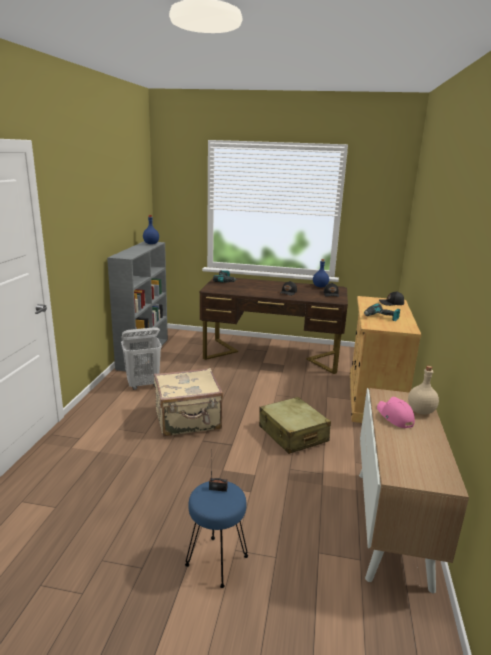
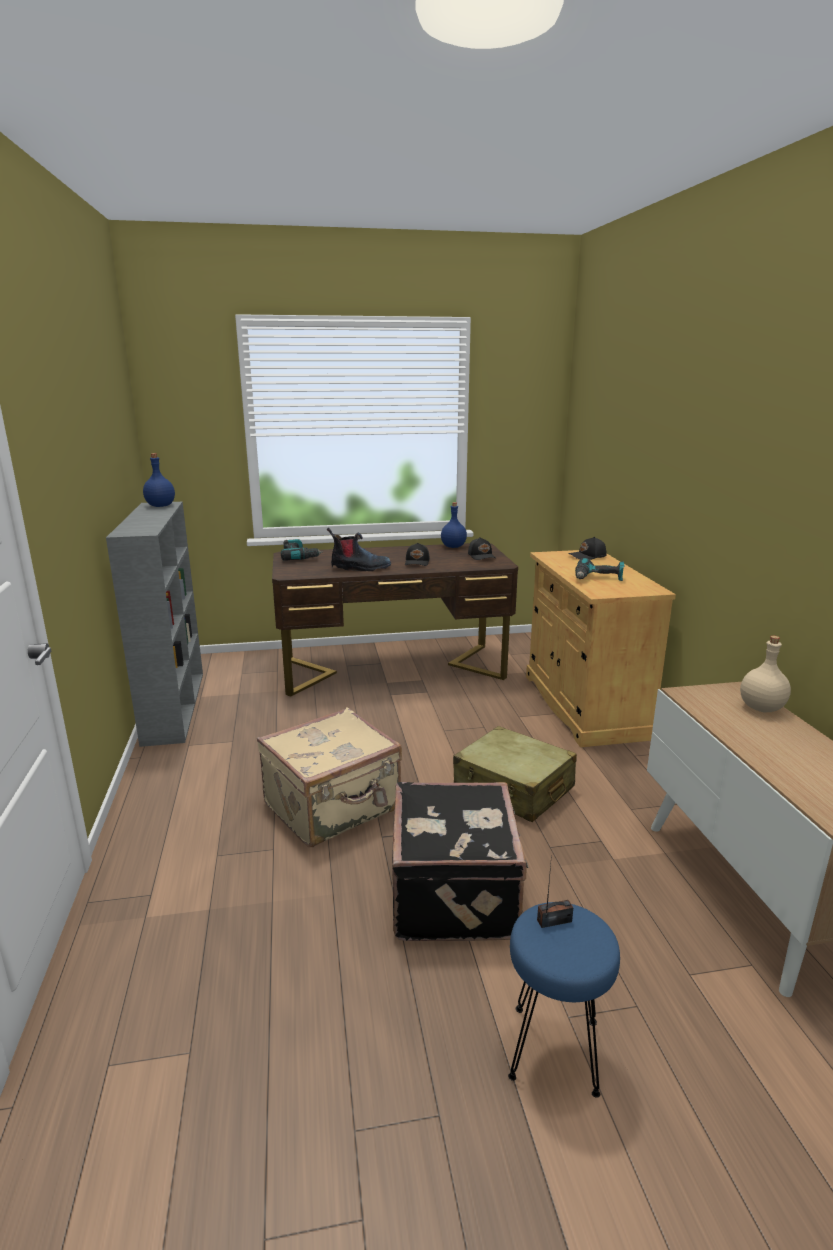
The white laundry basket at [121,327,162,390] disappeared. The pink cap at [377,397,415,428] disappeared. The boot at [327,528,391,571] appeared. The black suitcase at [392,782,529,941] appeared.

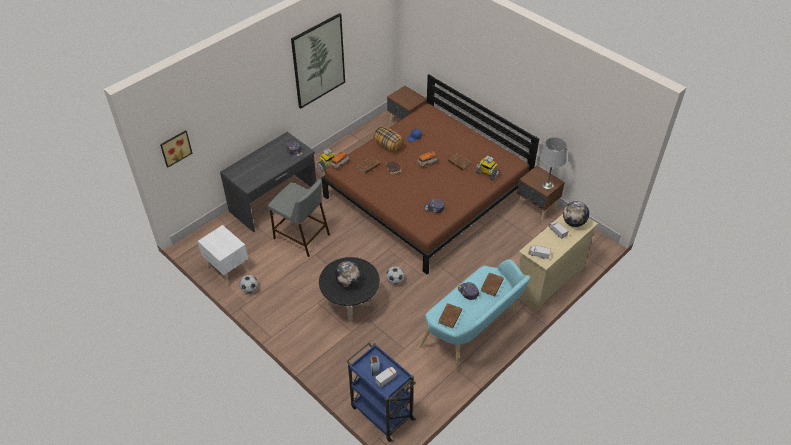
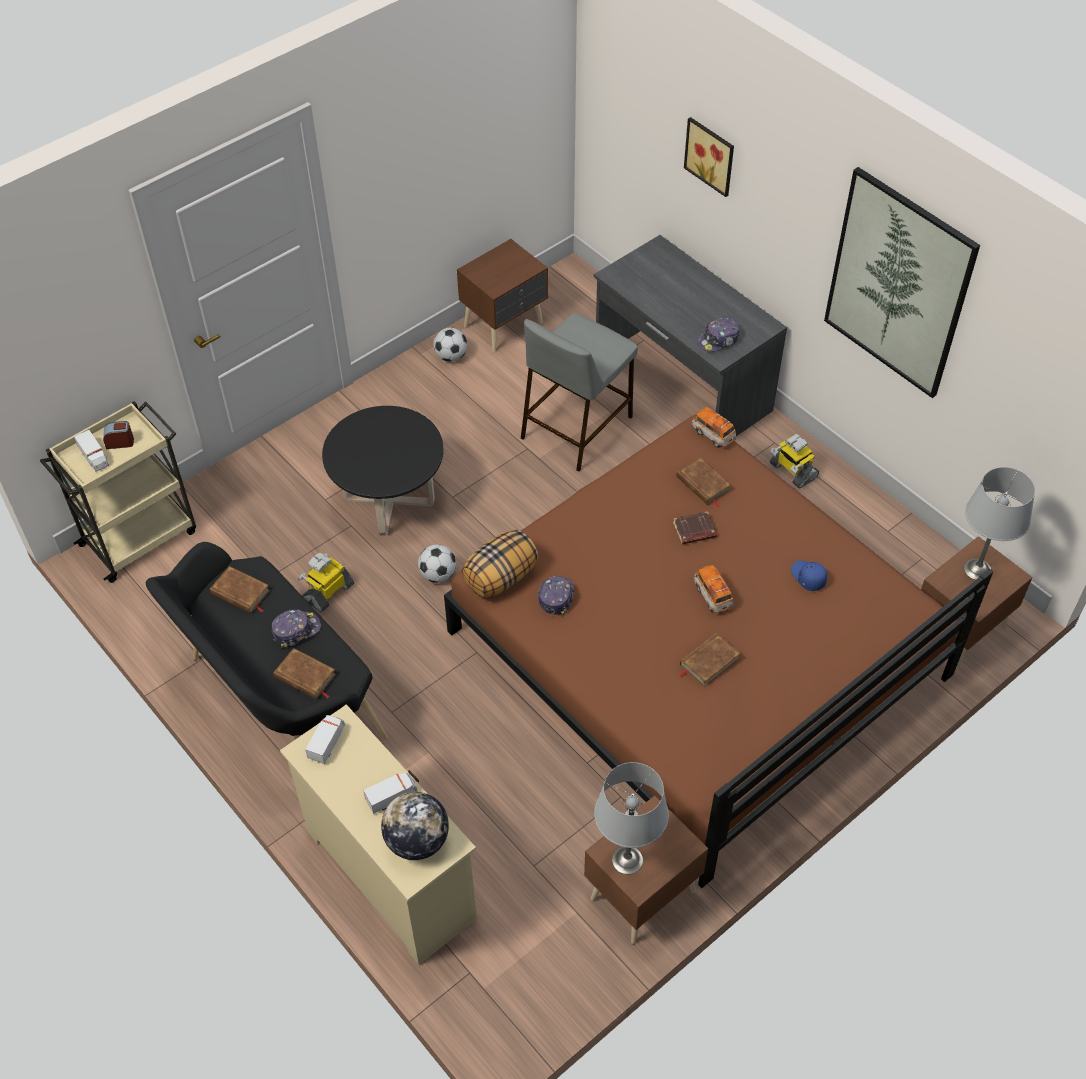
The pillow moved from [373,126,404,152] to [462,530,539,598]. The picture moved from [160,130,193,168] to [684,117,734,197]. The toy robot moved from [476,155,500,181] to [297,552,354,612]. The white nightstand at [198,225,248,286] became the brown nightstand at [457,239,548,352]. The turquoise bench at [420,259,531,371] became the black bench at [146,542,388,740]. The globe at [335,261,361,287] disappeared. The blue cart at [346,343,416,442] became the beige cart at [40,401,196,583]. The grey table lamp at [964,467,1035,580] appeared.

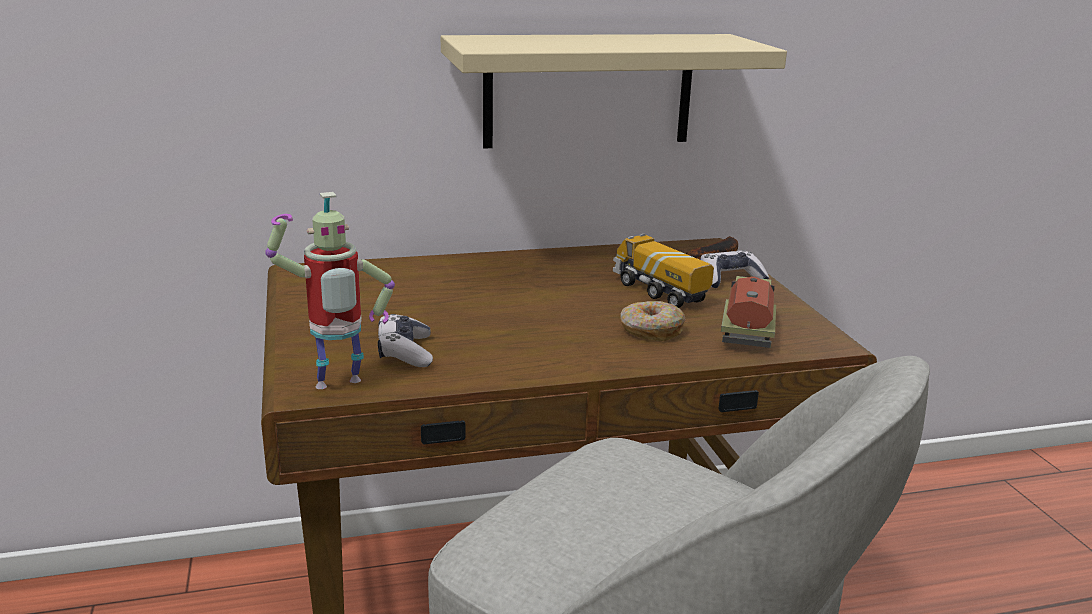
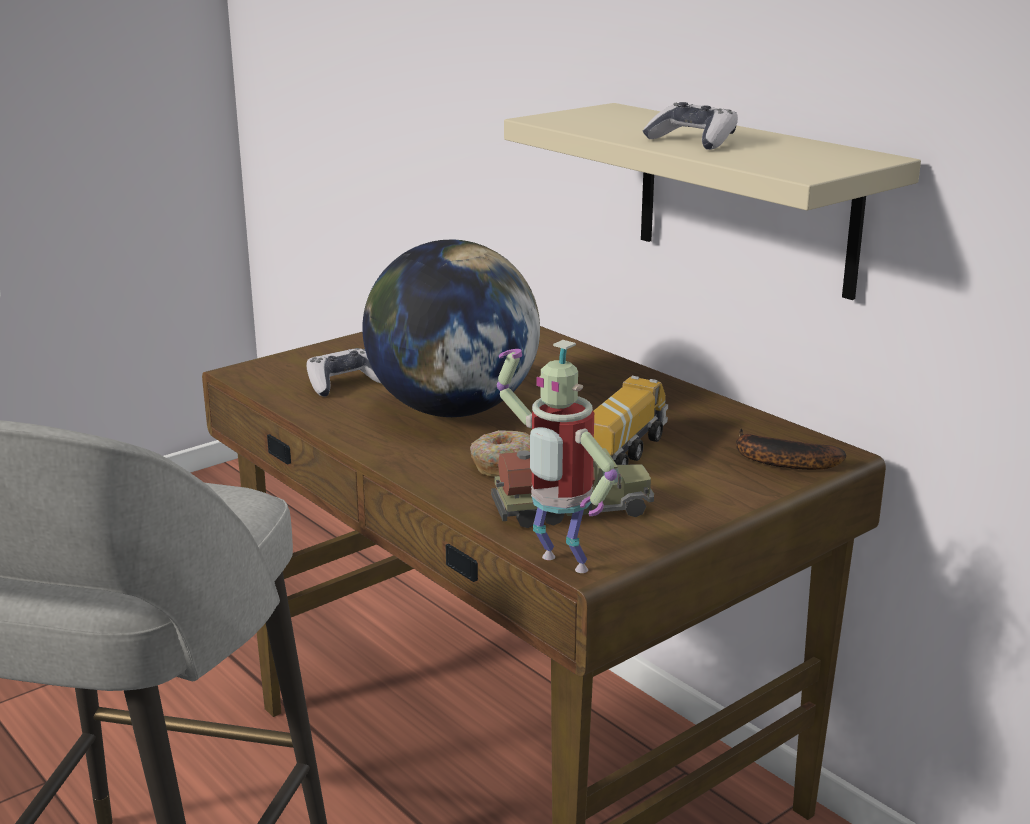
The toy robot moved from [265,192,395,389] to [497,340,617,573]. The game controller moved from [700,250,769,288] to [643,102,738,150]. The globe at [362,239,540,417] appeared.

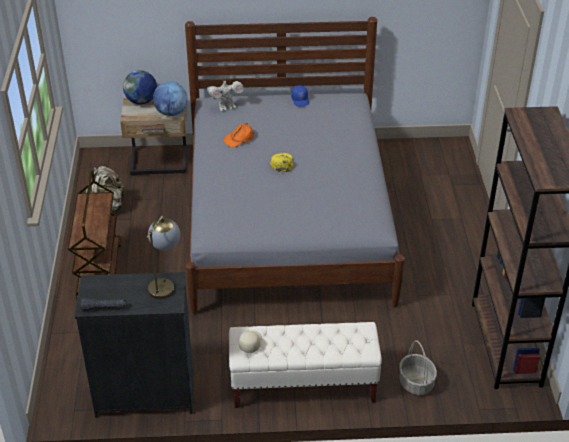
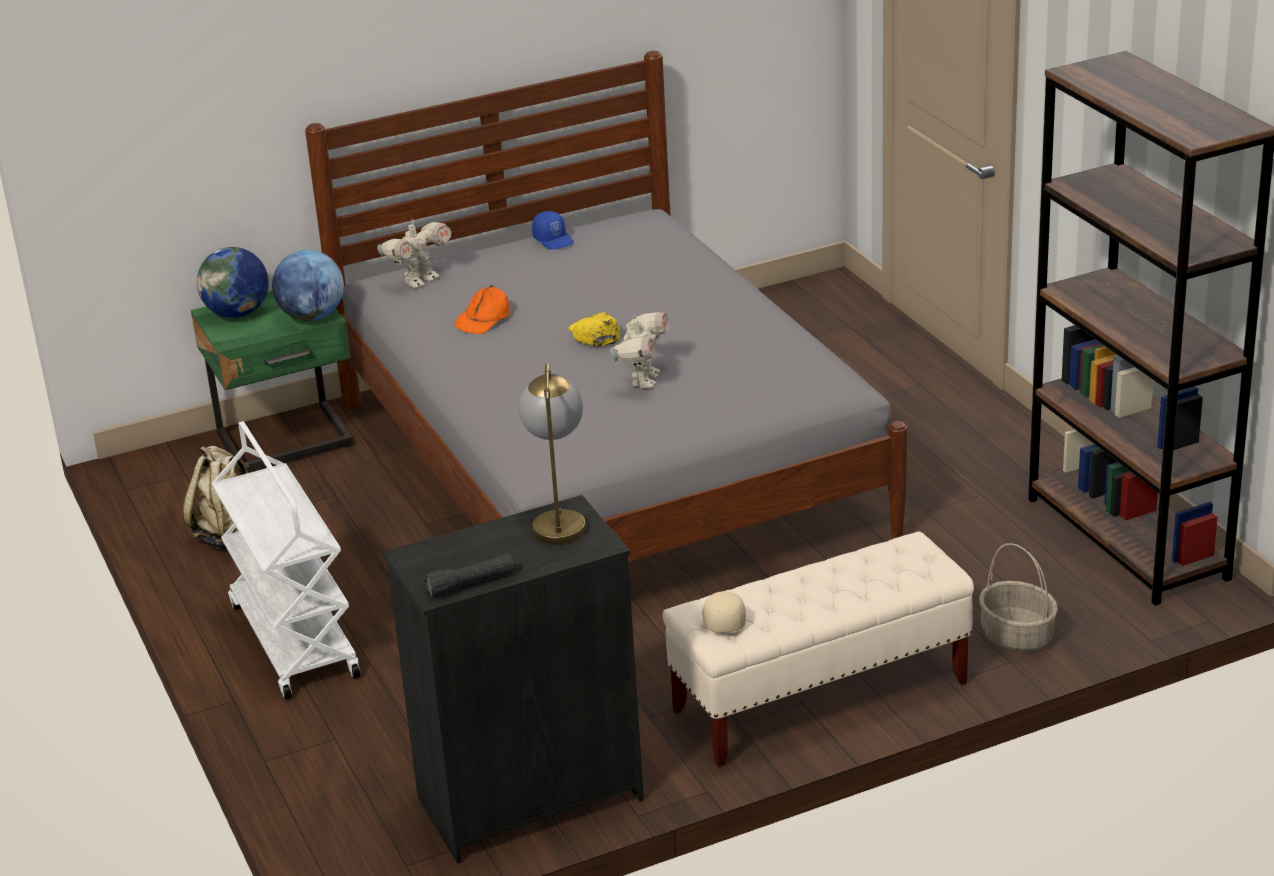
The beige nightstand at [120,94,187,175] became the green nightstand at [191,291,353,472]. The brown cart at [68,170,121,299] became the white cart at [212,421,360,700]. The toy robot at [609,312,670,388] appeared.

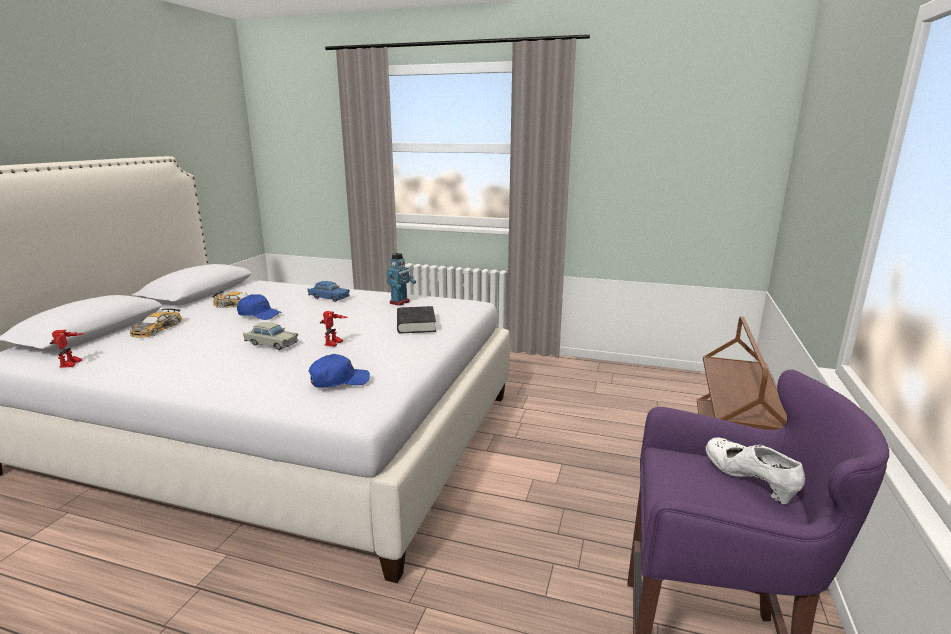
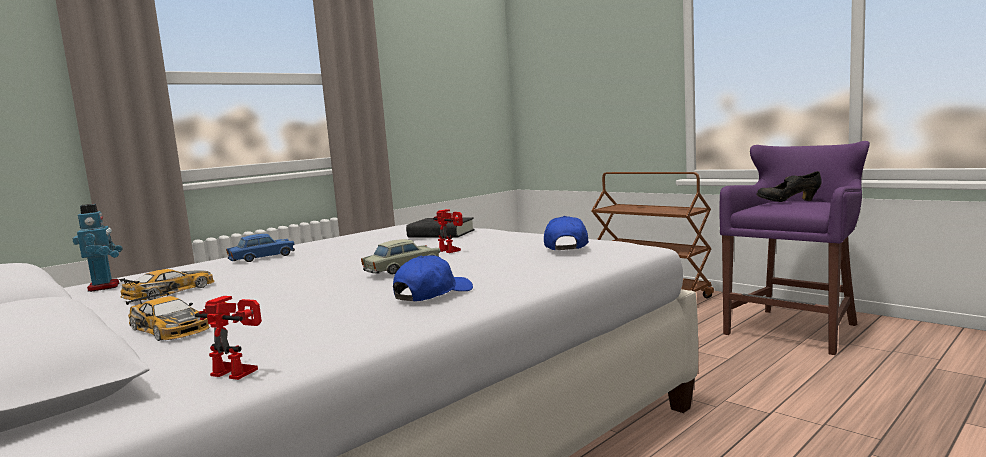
The toy robot moved from [387,253,416,306] to [73,204,123,292]. The blue cap moved from [237,294,282,320] to [393,255,473,301]. The white shoe at [706,438,805,504] became the black shoe at [757,171,822,202].

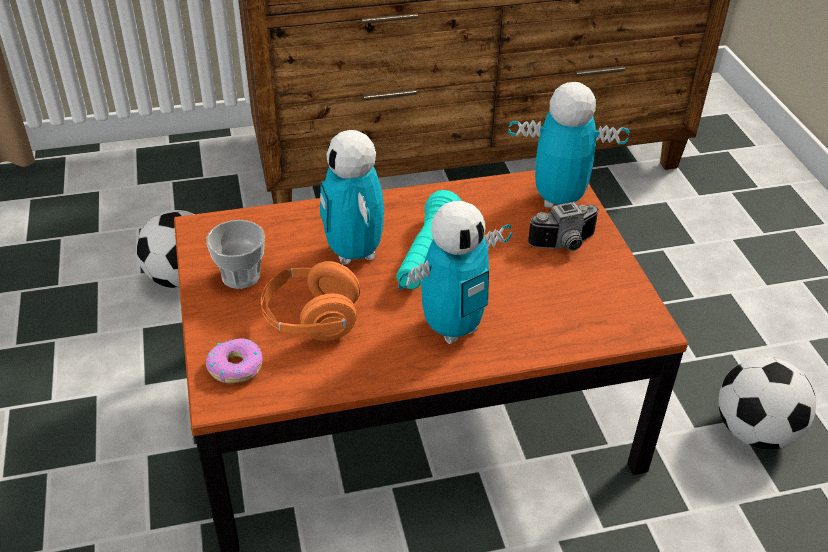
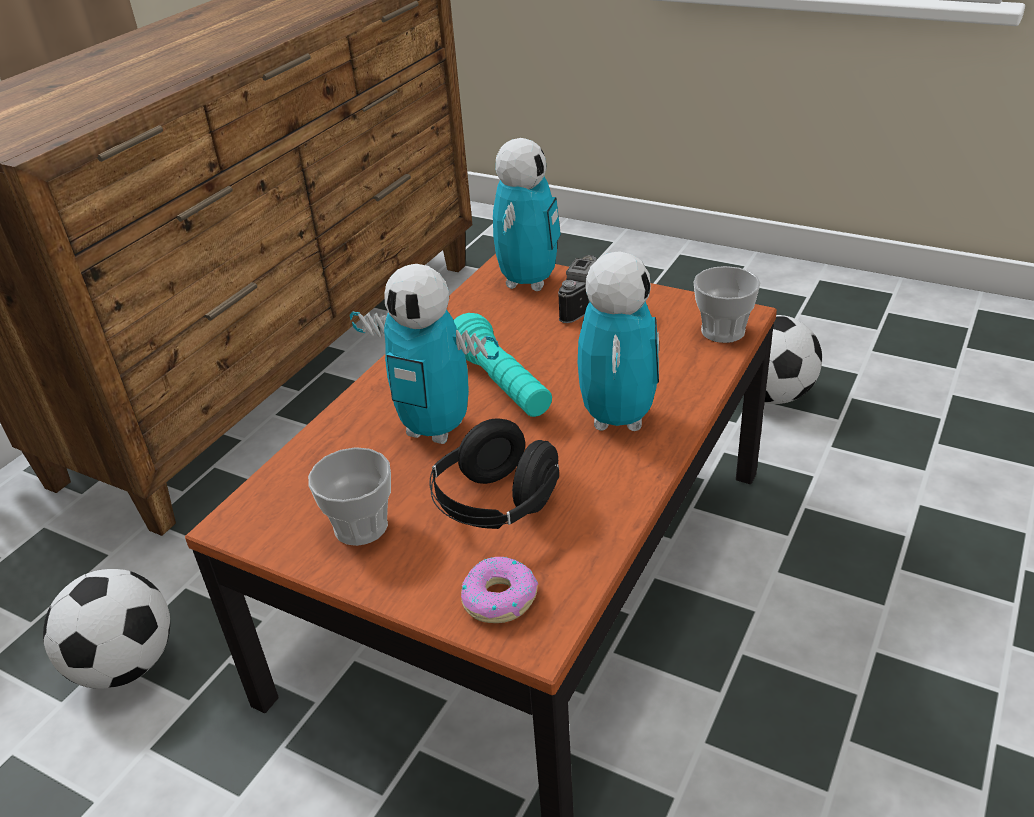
The toy robot at [508,82,630,208] turned 150 degrees clockwise. The orange headphones at [261,261,360,341] became the black headphones at [429,418,559,529]. The cup at [693,266,761,343] appeared.

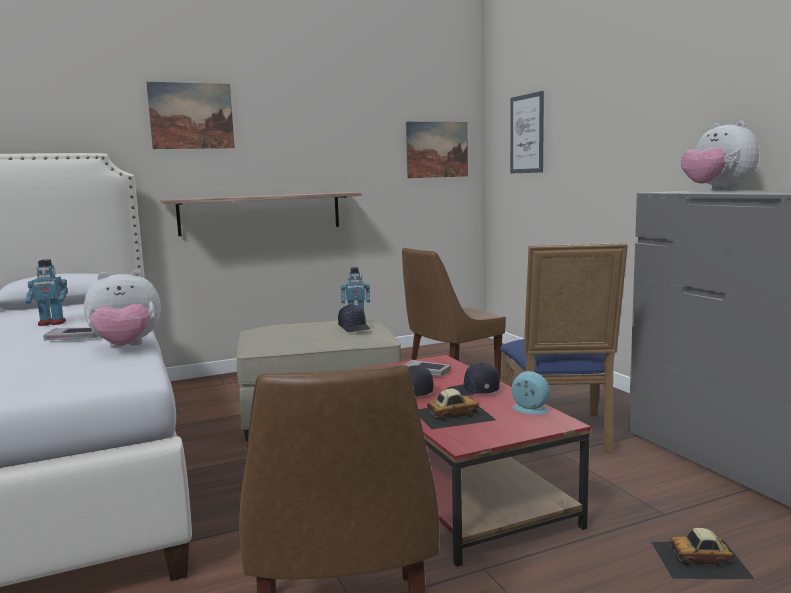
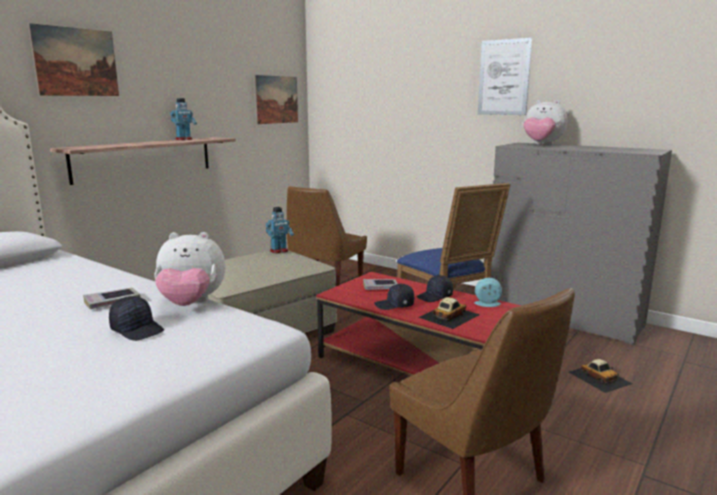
The picture moved from [510,91,544,174] to [478,38,532,115]. The toy robot moved from [25,259,68,326] to [170,98,197,140]. The plush toy at [84,270,161,347] turned 45 degrees clockwise. The black cap moved from [338,305,370,332] to [109,296,164,341]. The toy car at [651,528,754,579] turned 90 degrees counterclockwise.

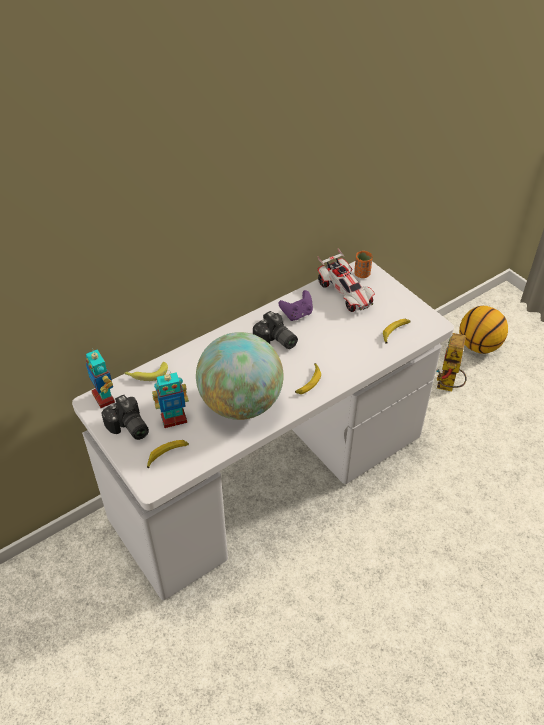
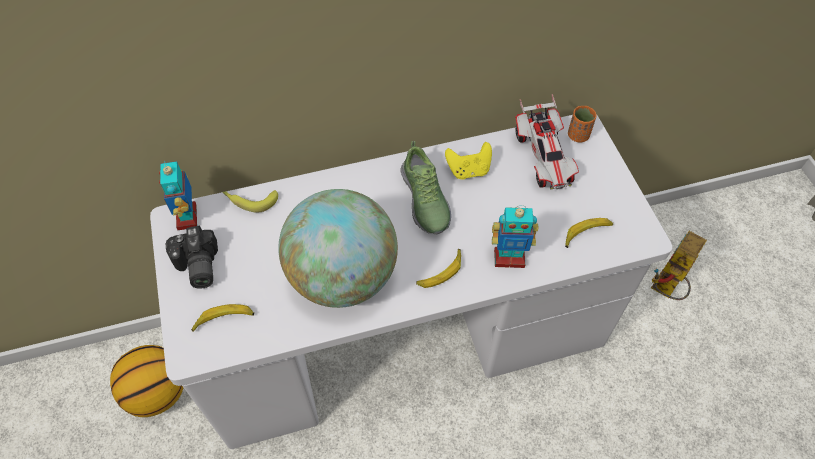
The purple game controller at [279,290,313,321] became the yellow game controller at [445,142,492,179]. The basketball moved from [459,306,508,354] to [110,345,184,417]. The photo camera at [253,311,298,349] was replaced by the shoe at [401,141,451,234]. The toy robot moved from [152,370,189,428] to [492,205,538,268].

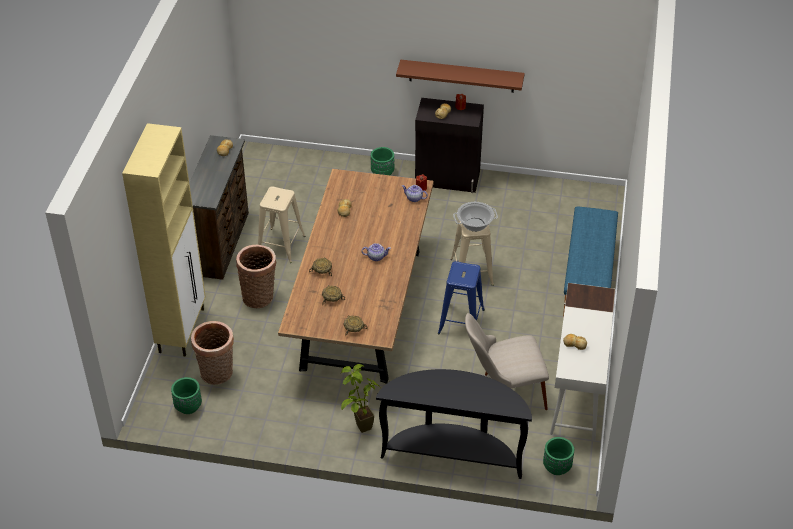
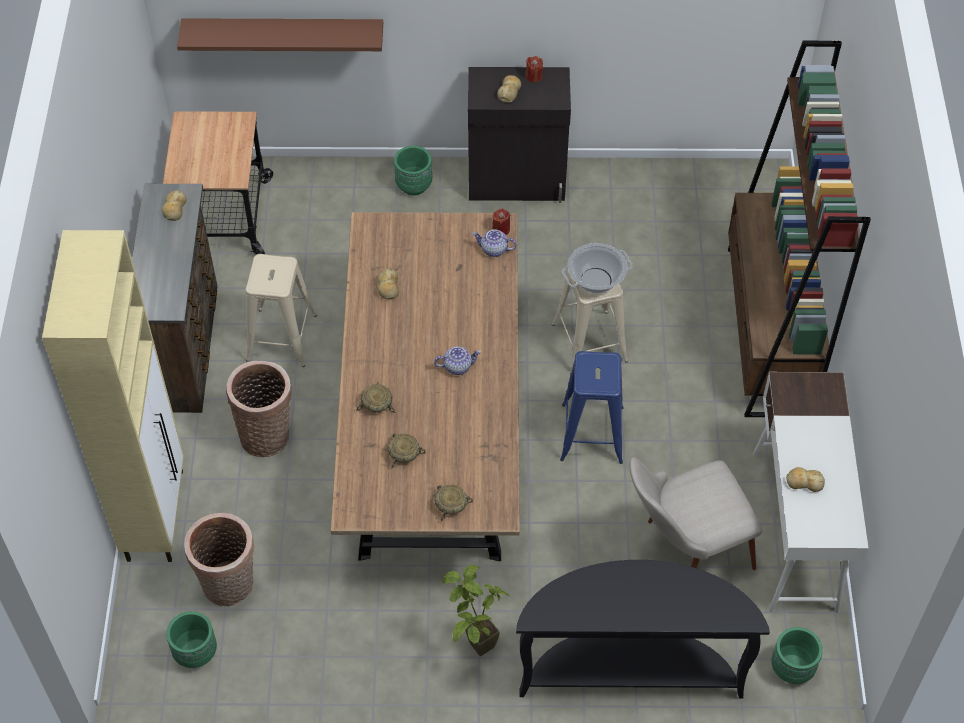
The brown shelf moved from [396,60,525,93] to [177,18,383,51]. The blue bench at [563,206,618,318] was replaced by the brown bookcase at [728,40,871,417]. The cart at [163,111,273,255] appeared.

